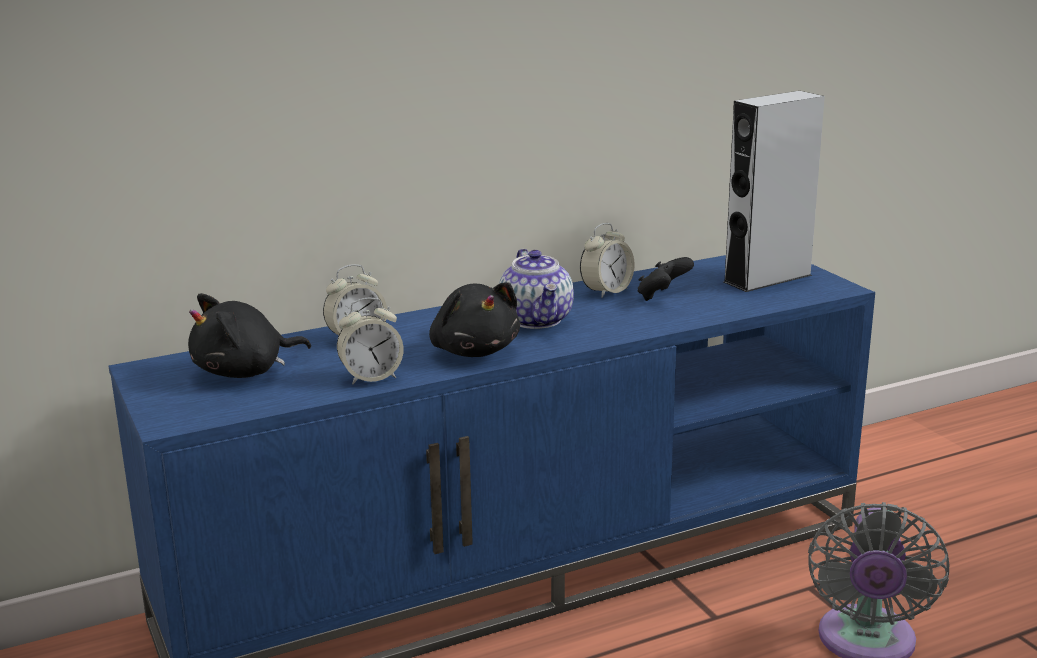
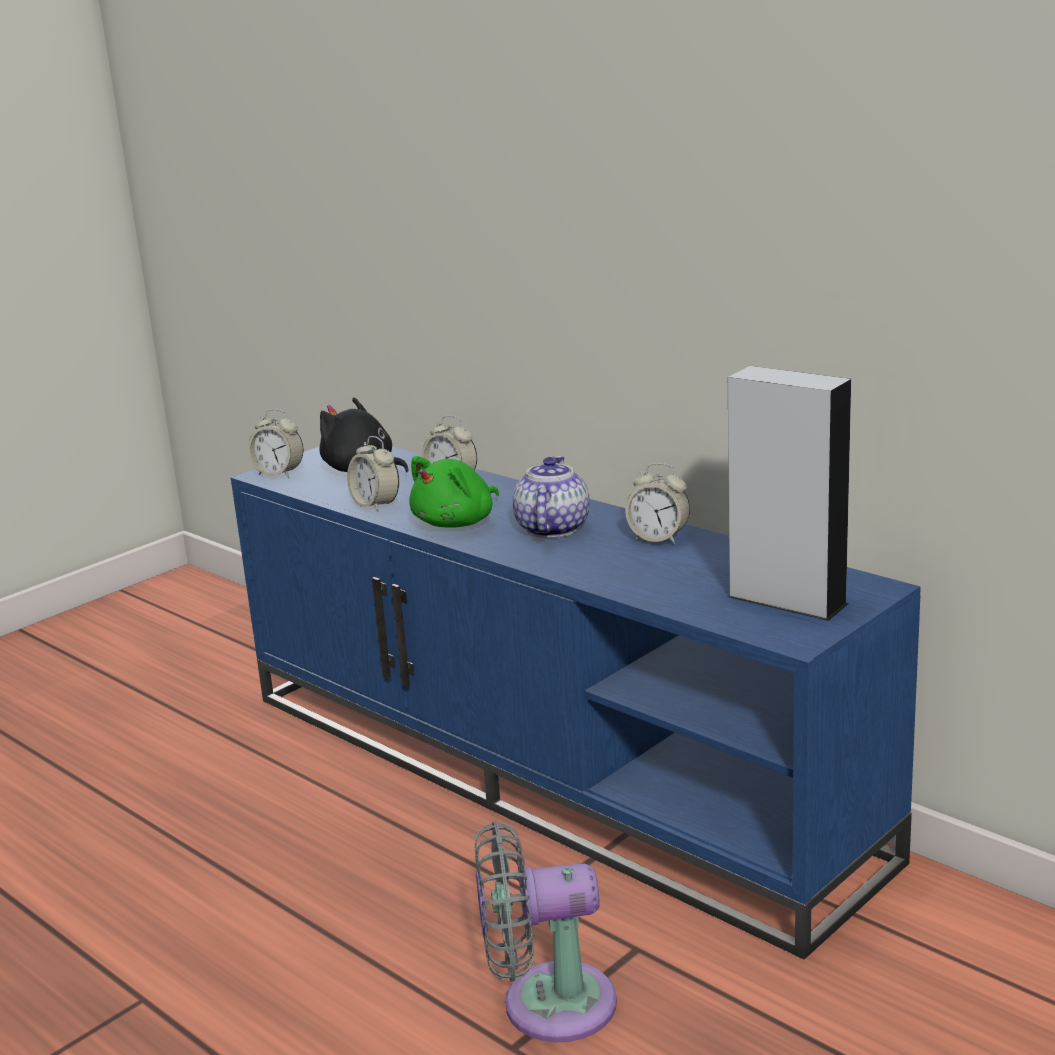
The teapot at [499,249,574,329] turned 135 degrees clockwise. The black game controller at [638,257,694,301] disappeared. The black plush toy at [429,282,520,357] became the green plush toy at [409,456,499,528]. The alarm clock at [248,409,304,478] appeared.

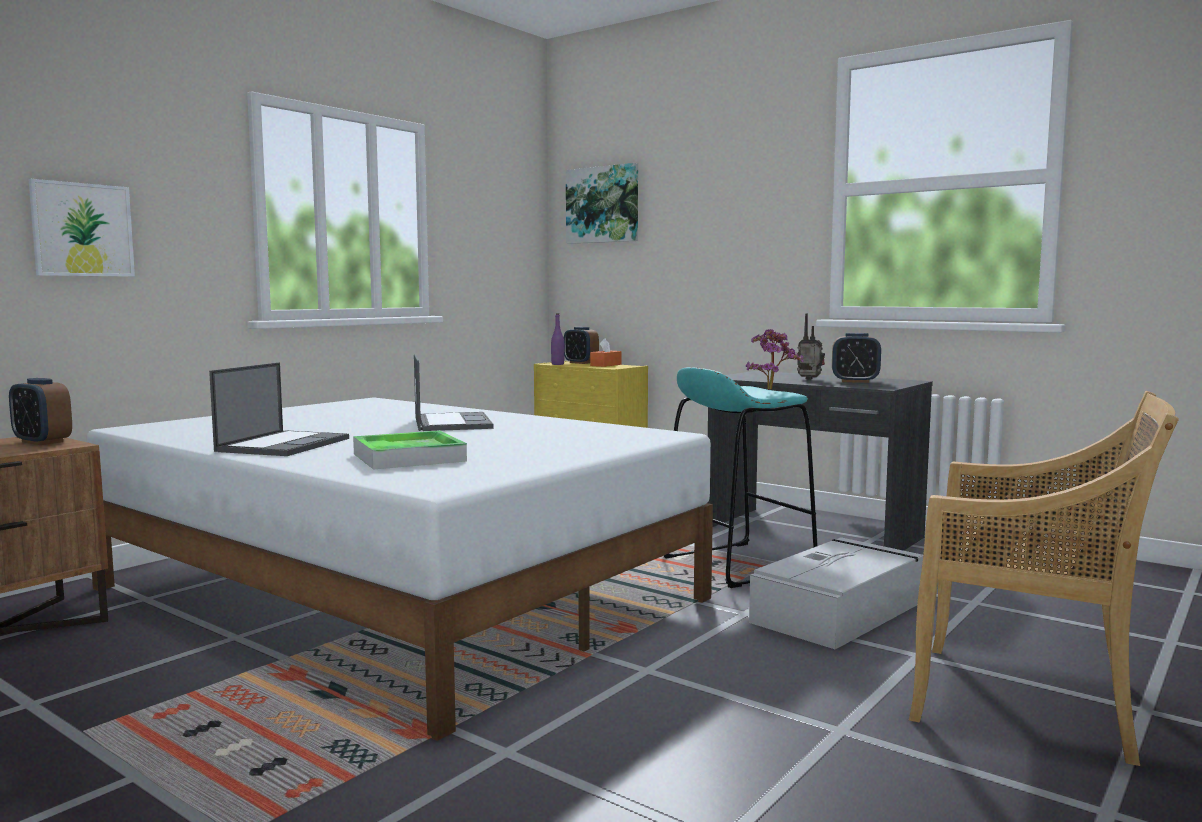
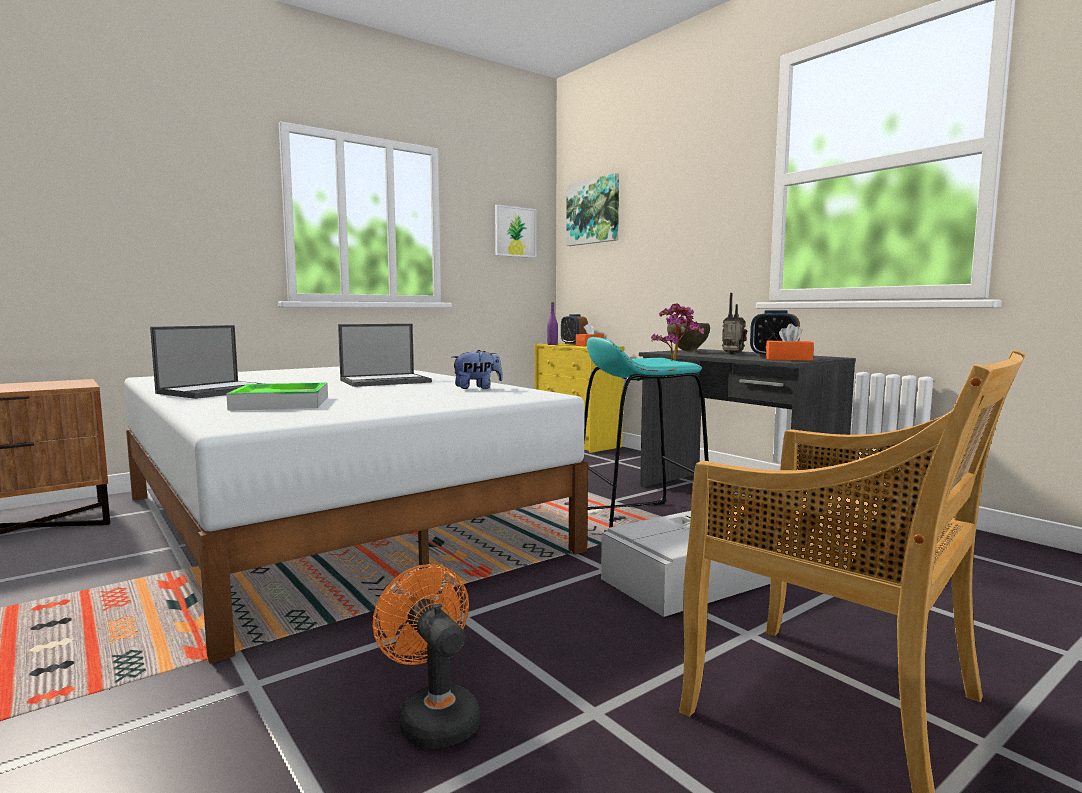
The picture moved from [28,179,135,277] to [495,205,537,258]. The laptop at [414,354,493,431] turned 60 degrees clockwise. The alarm clock at [9,378,72,445] disappeared. The brown bowl at [667,323,710,352] appeared. The orange tissue box at [766,324,814,361] appeared. The plush toy at [452,350,503,389] appeared. The orange fan at [373,564,480,749] appeared.

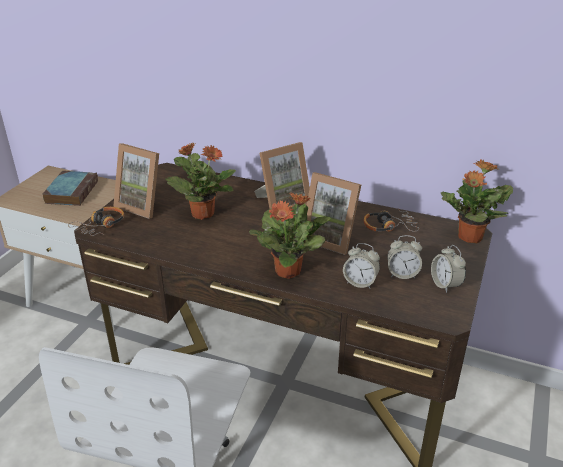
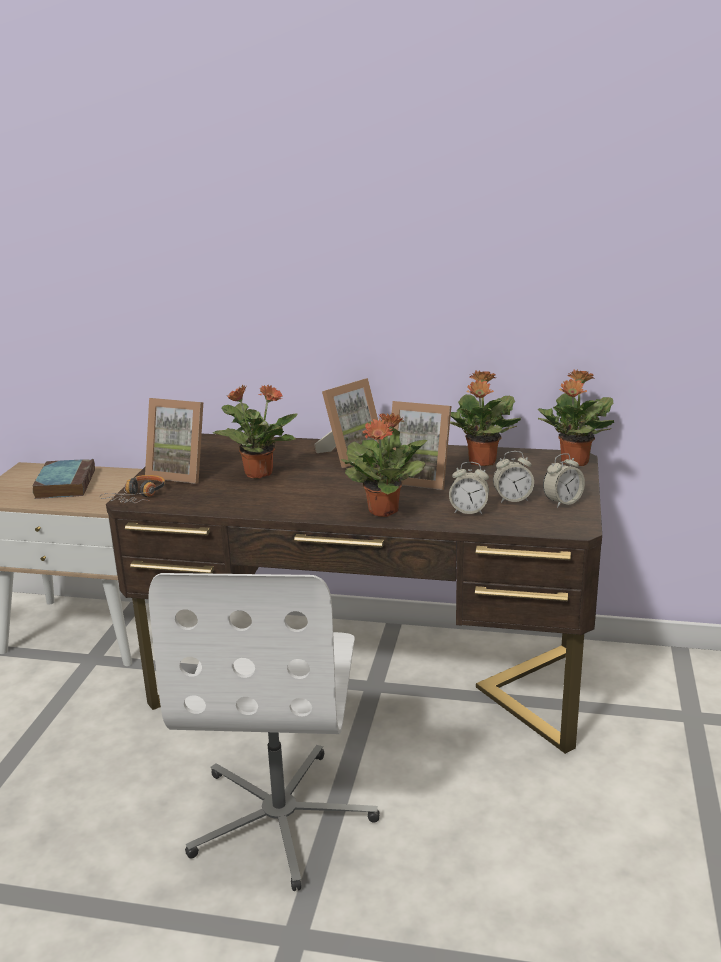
The headphones at [364,208,419,232] was replaced by the potted plant at [450,370,521,466]. The alarm clock at [431,245,466,293] turned 90 degrees counterclockwise.

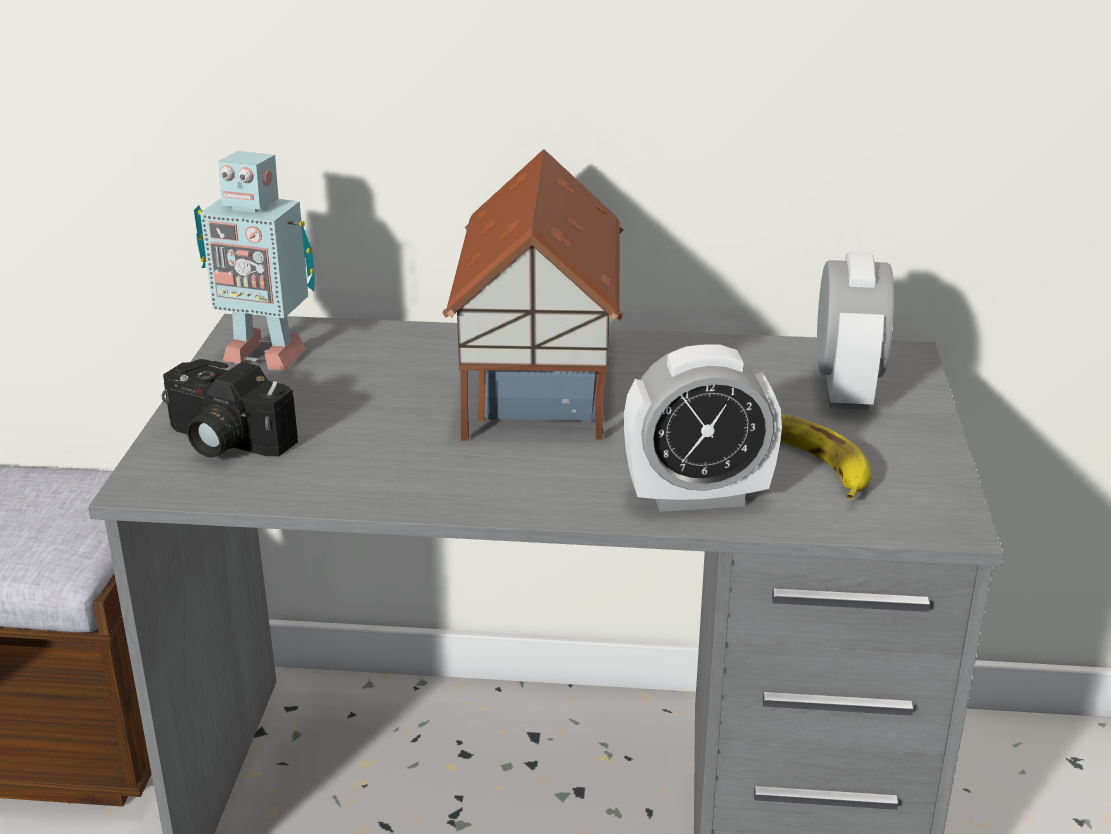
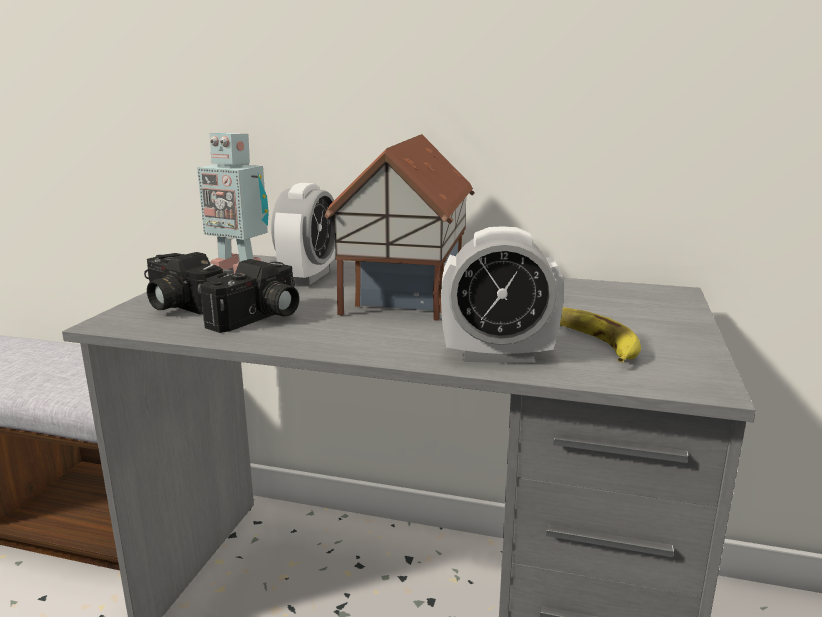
The alarm clock moved from [817,252,894,410] to [271,183,335,285]. The photo camera at [200,259,299,333] appeared.

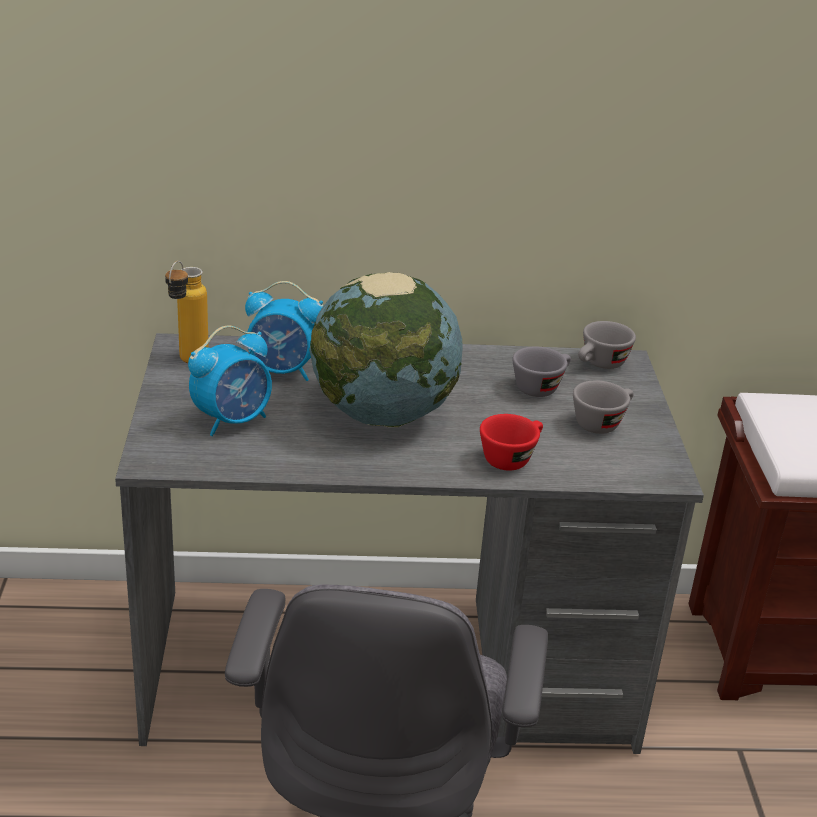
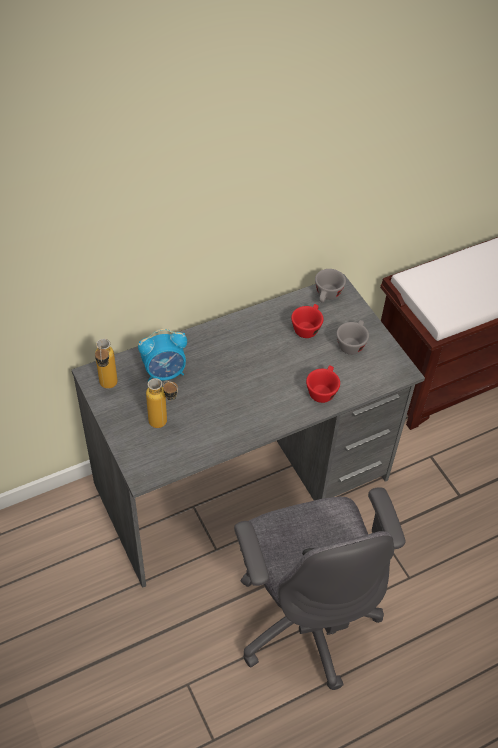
The globe at [309,272,463,427] disappeared. The alarm clock at [188,326,272,436] was replaced by the bottle at [146,378,178,428]. The grey cup at [512,346,571,397] became the red cup at [291,304,323,338].

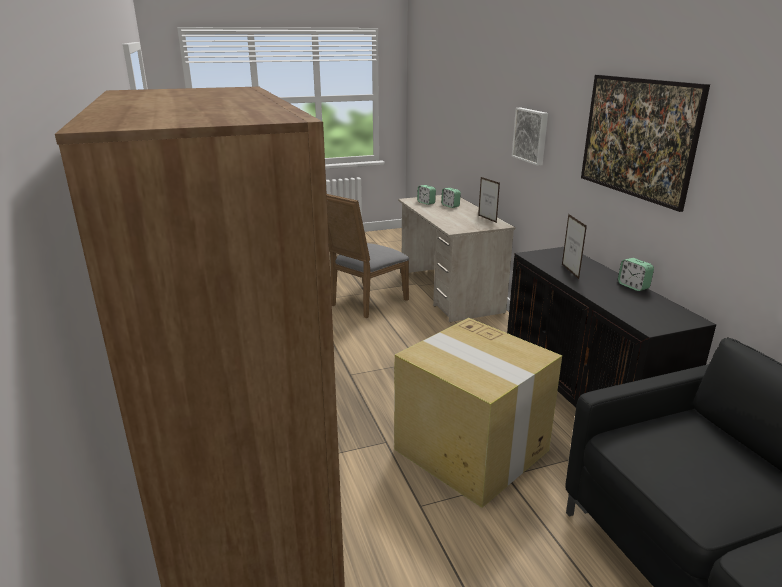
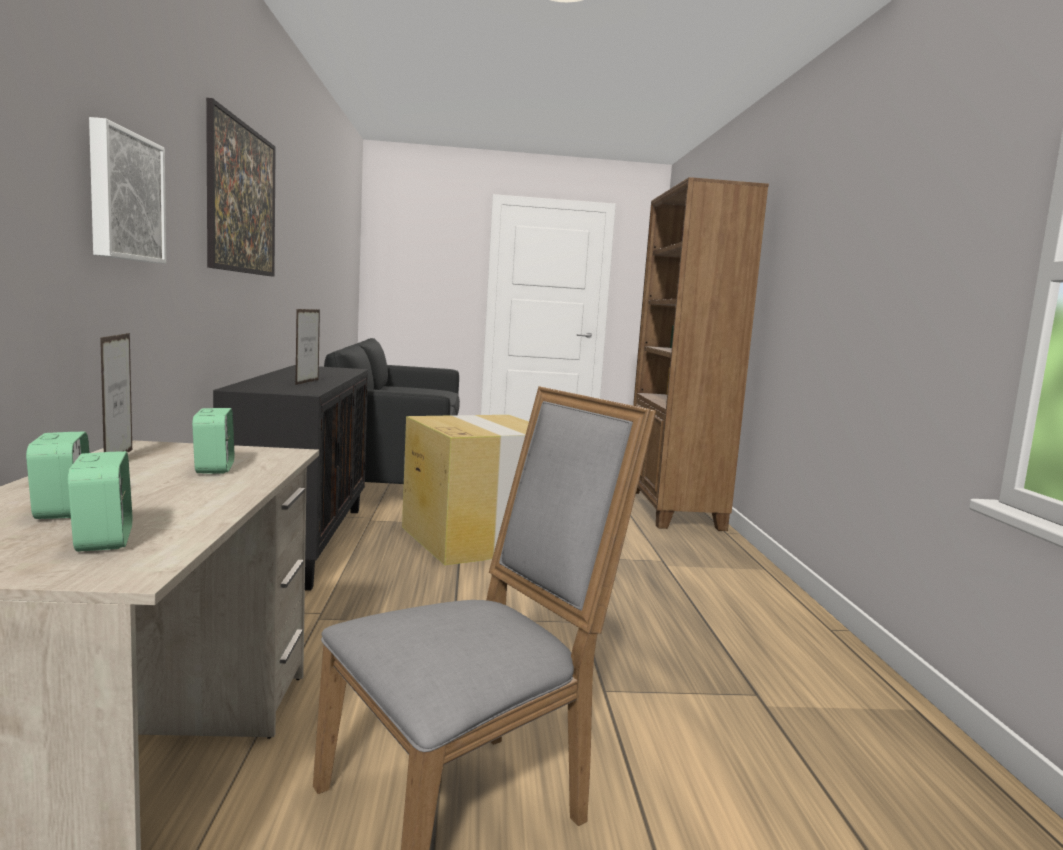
The alarm clock moved from [618,258,654,291] to [192,408,234,474].

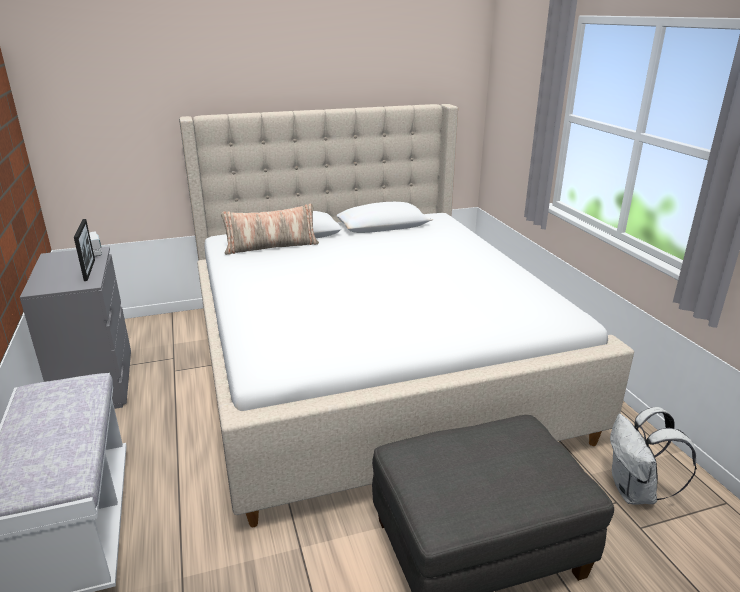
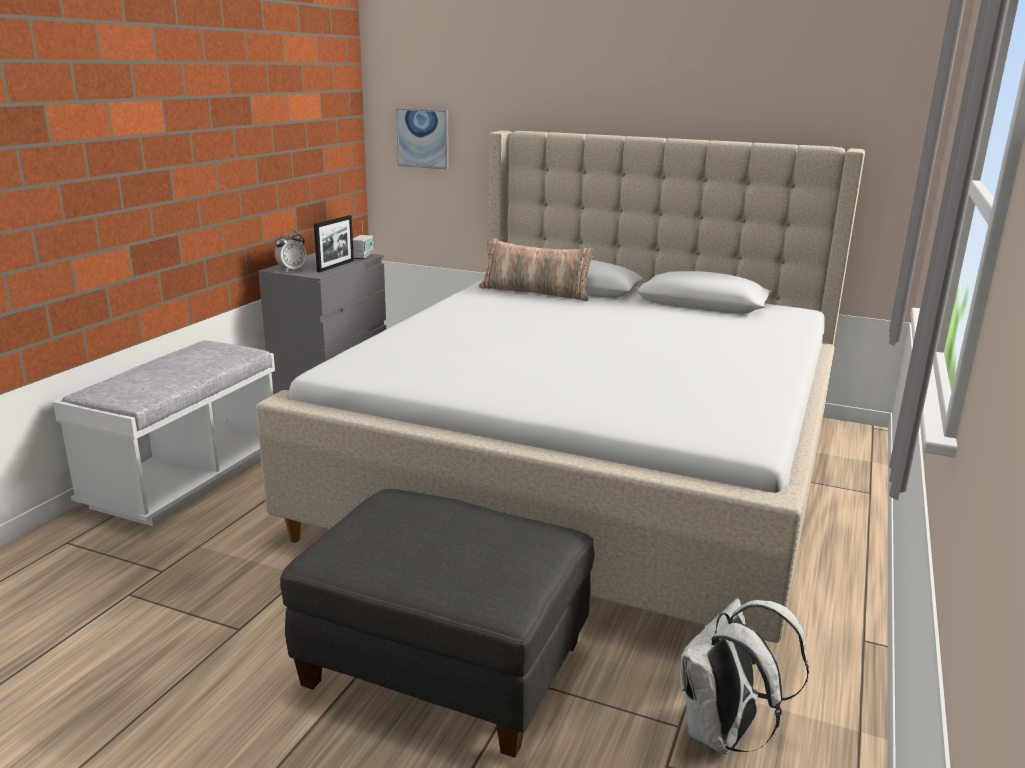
The picture at [396,108,449,169] appeared. The alarm clock at [275,230,307,272] appeared.

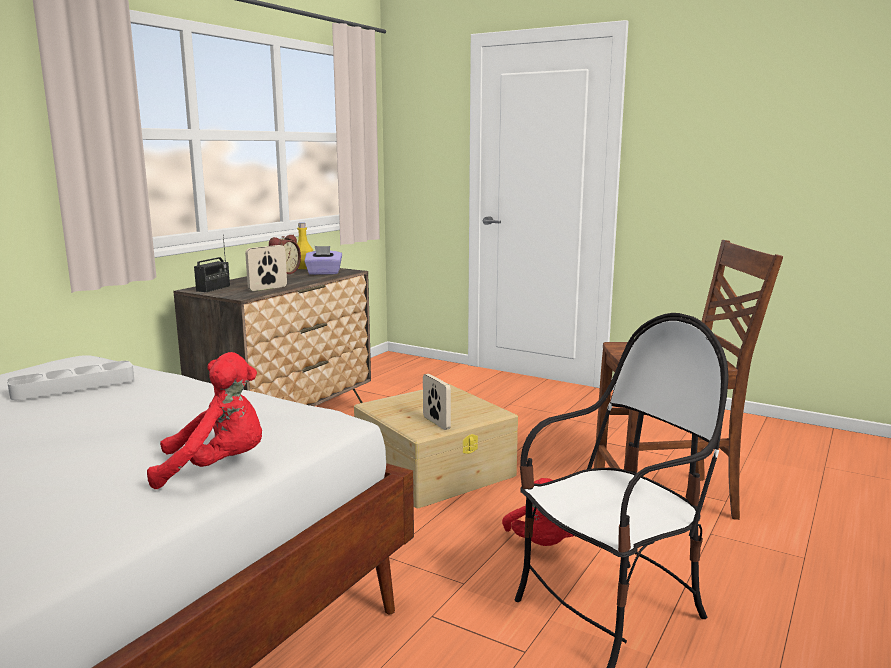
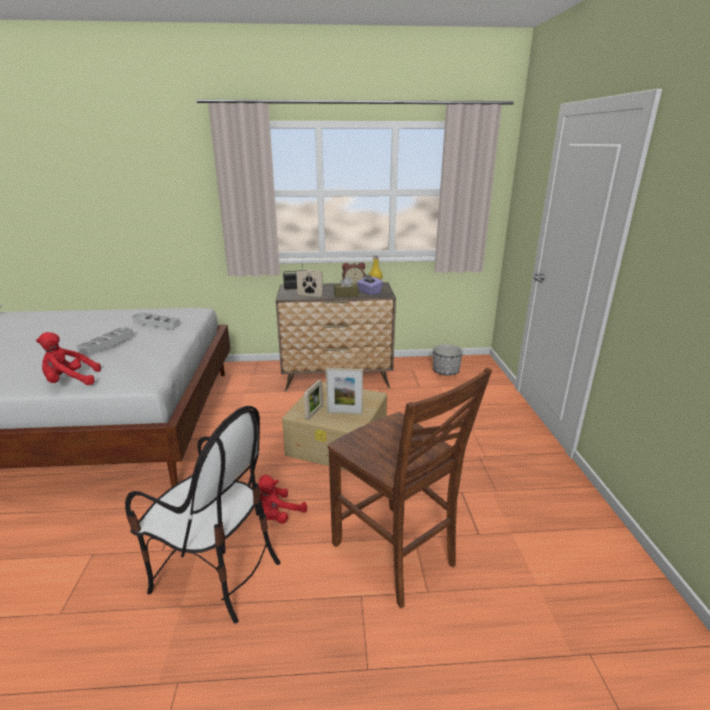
The red plush toy at [147,352,262,489] turned 120 degrees clockwise. The brown tissue box at [334,276,359,298] appeared. The grey tray at [77,327,133,356] appeared. The planter at [433,344,463,376] appeared. The picture frame at [326,368,363,415] appeared.

